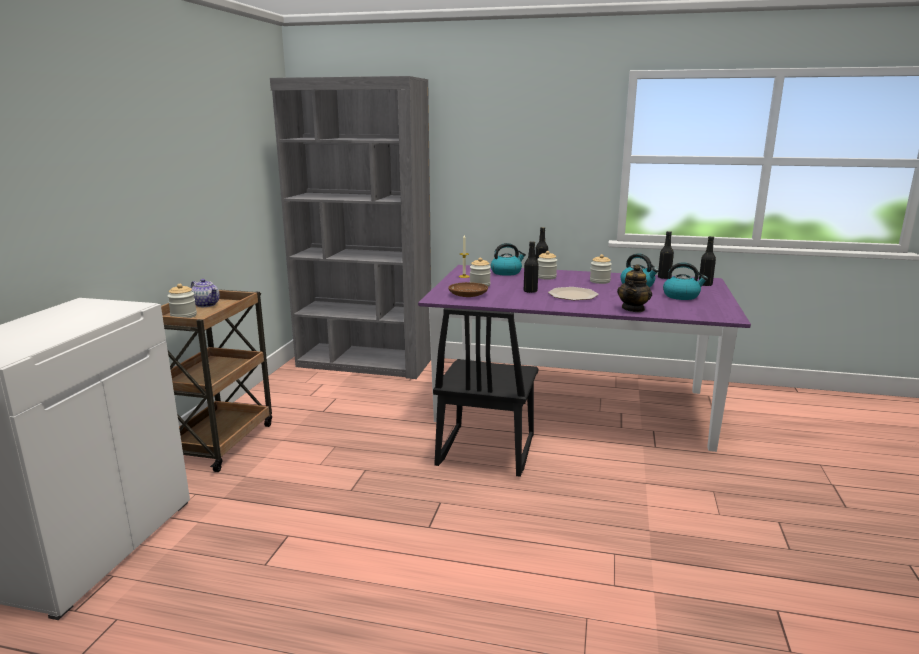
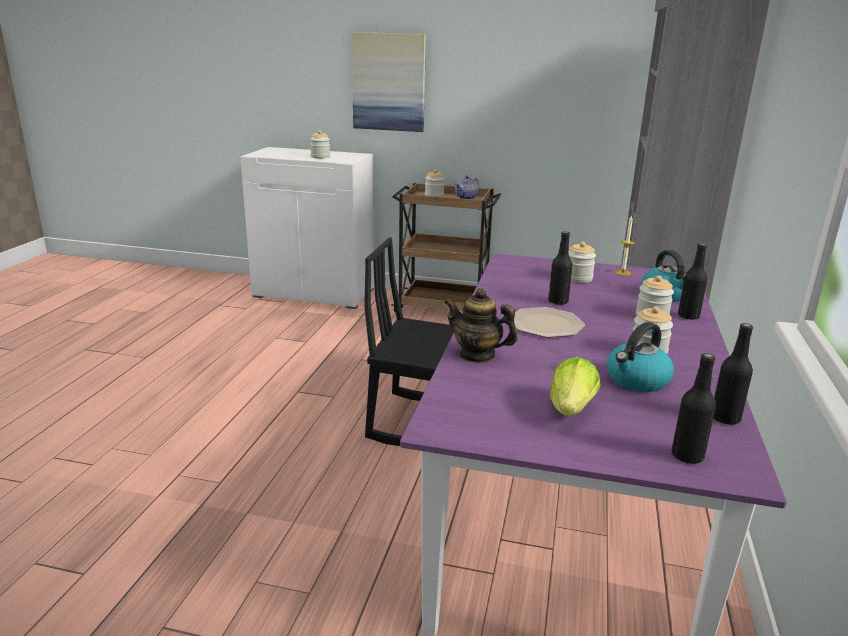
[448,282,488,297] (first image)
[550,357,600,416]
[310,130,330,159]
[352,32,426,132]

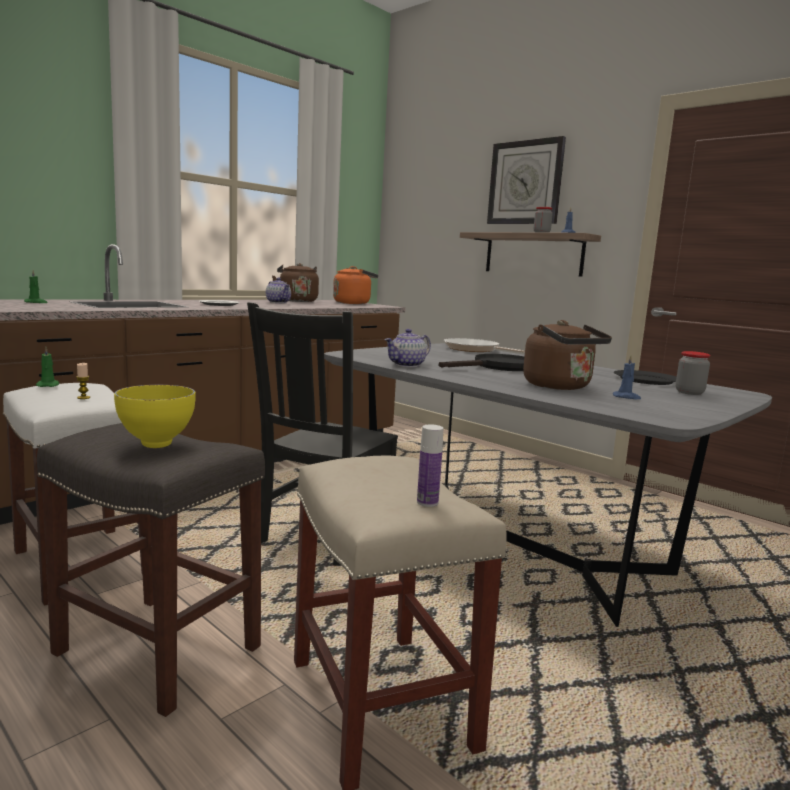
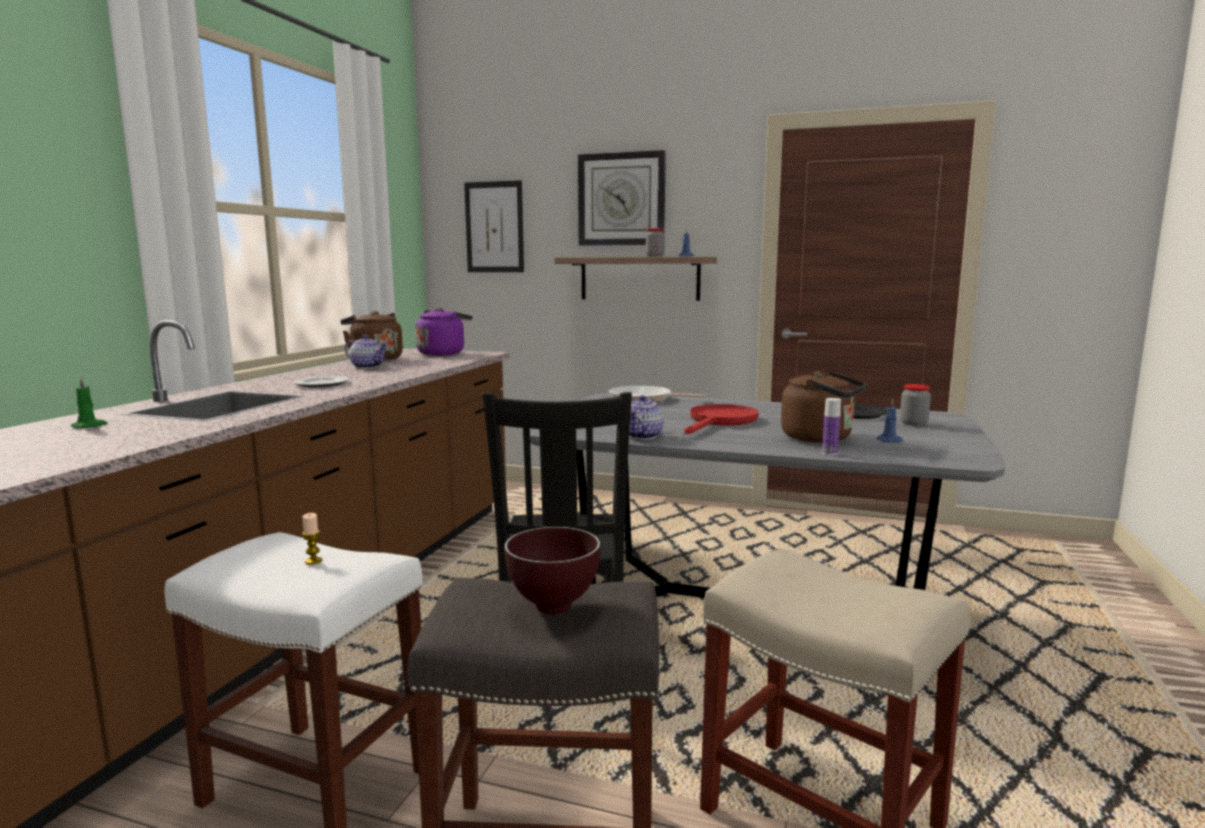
[36,347,59,387] (first image)
[504,527,600,615]
[415,308,472,356]
[822,398,841,455]
[684,404,759,434]
[464,180,524,272]

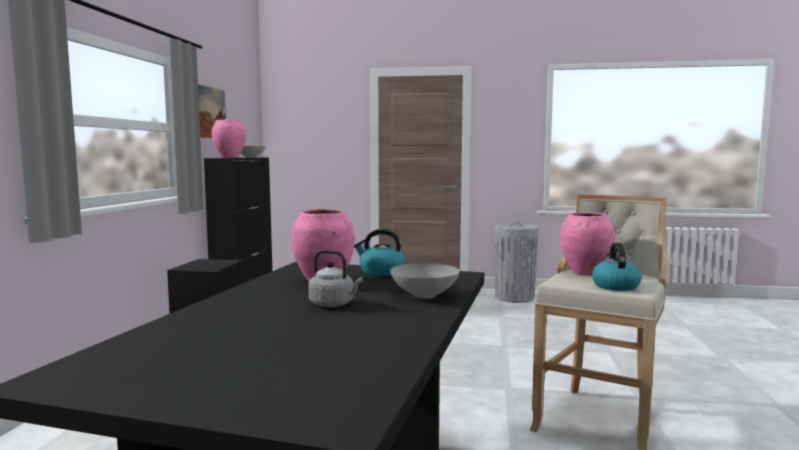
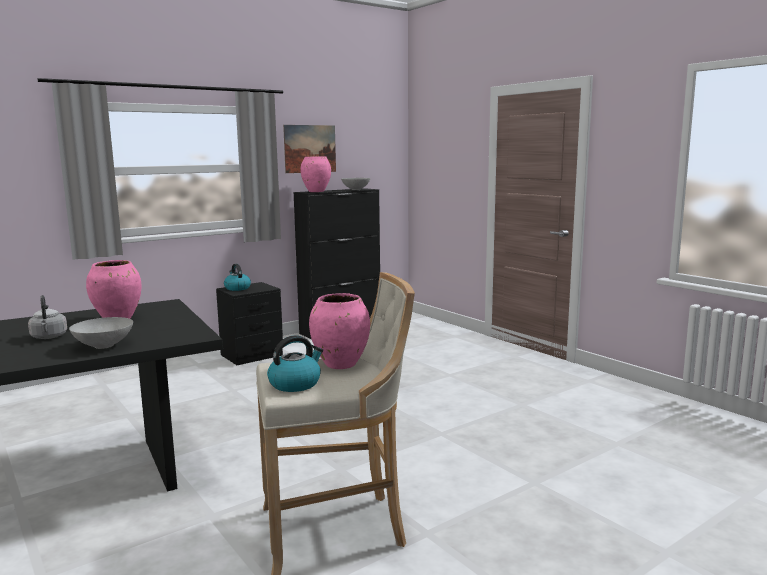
[224,264,251,291]
[494,222,539,303] (first image)

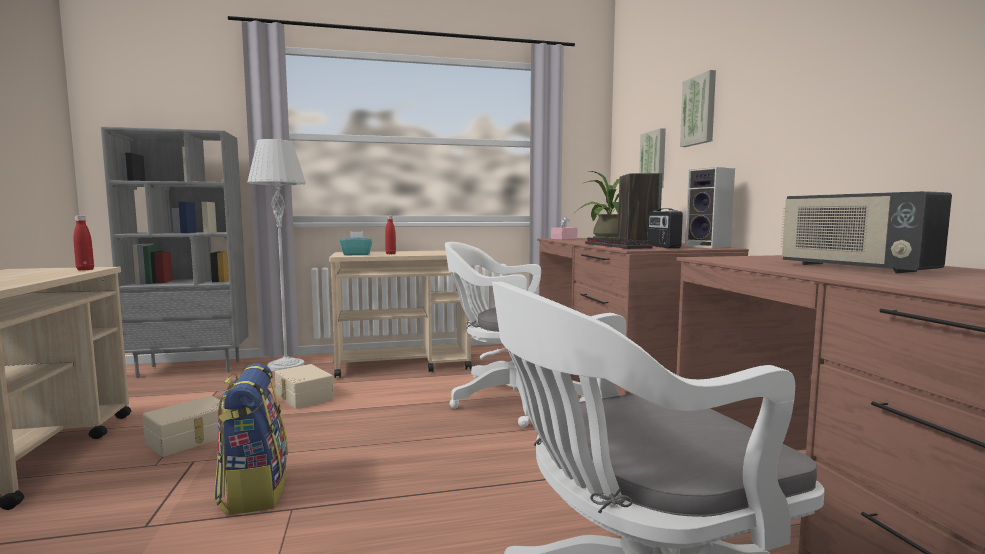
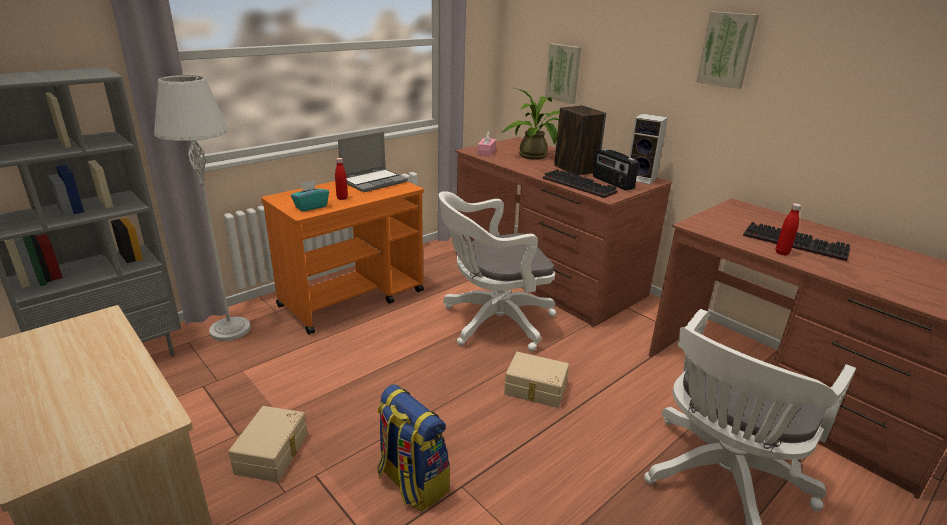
[775,203,802,255]
[504,352,569,408]
[261,181,424,335]
[696,12,759,89]
[743,222,850,261]
[338,132,408,192]

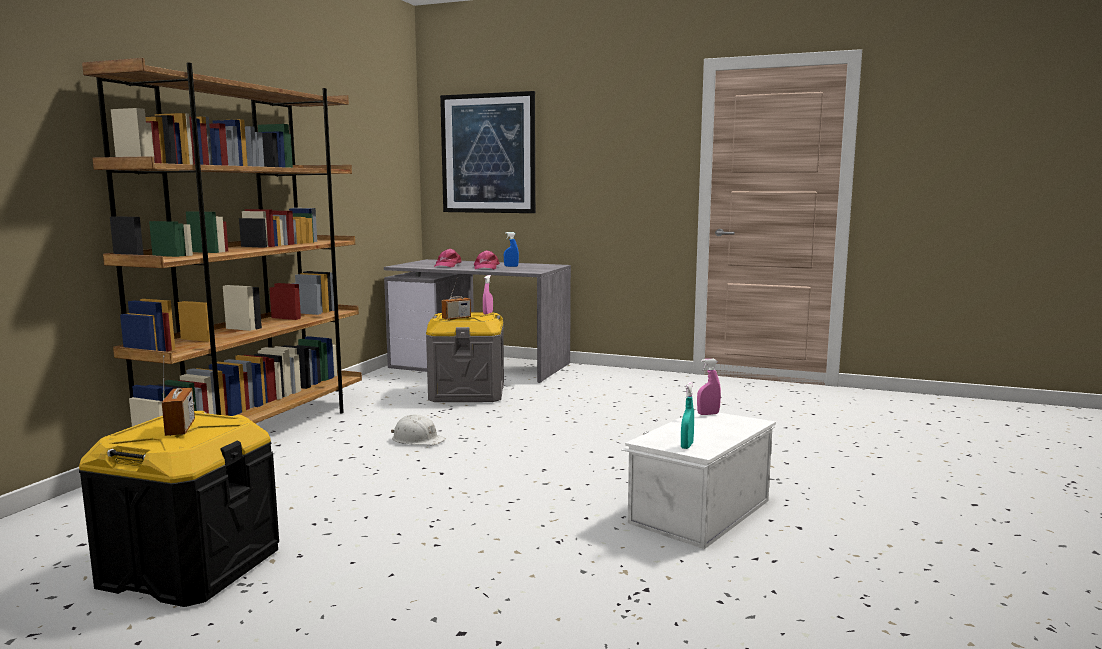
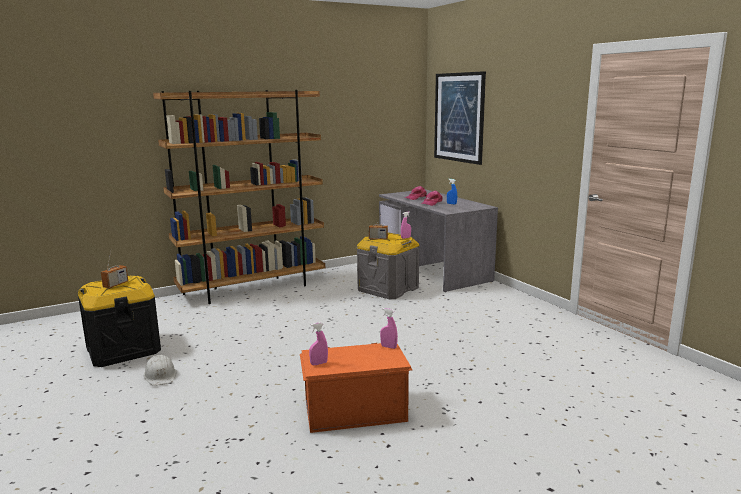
[144,355,176,386]
[300,343,412,433]
[309,322,328,365]

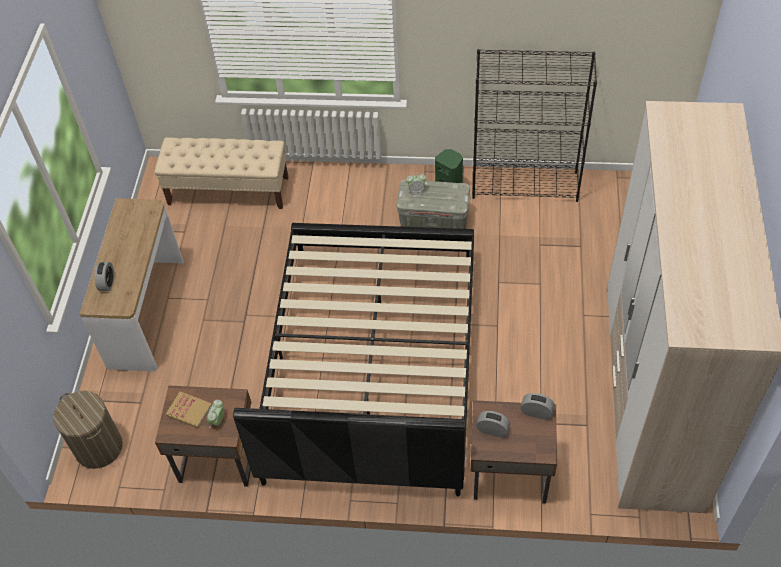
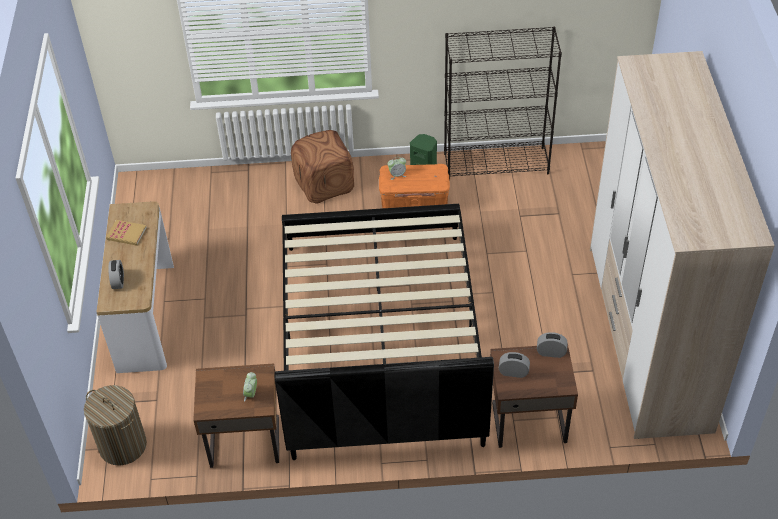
[154,137,288,209] (first image)
[106,220,147,246]
[379,164,450,208]
[291,130,354,204]

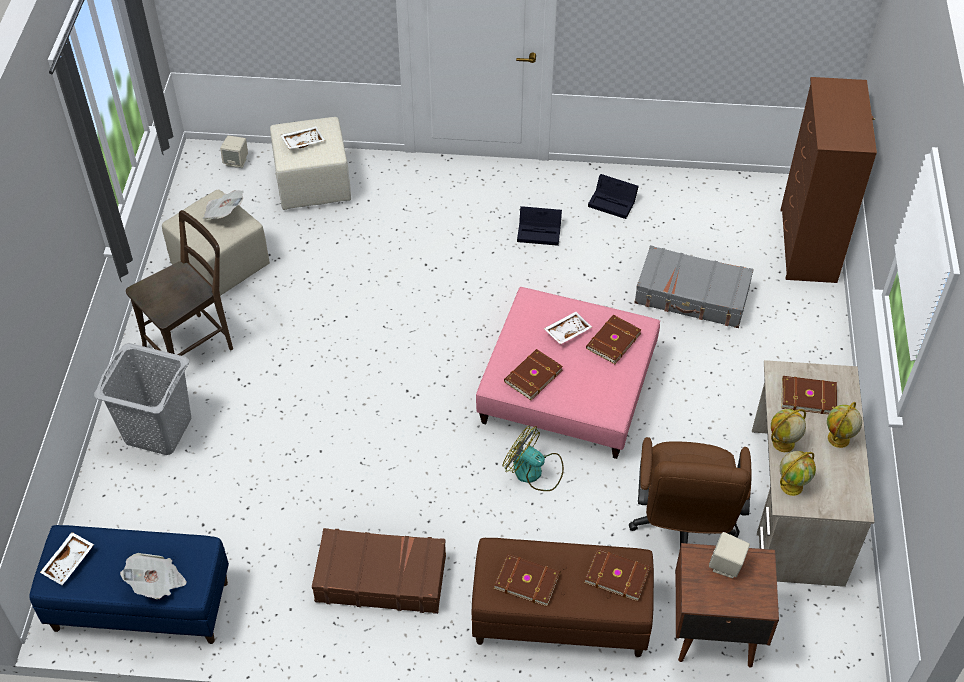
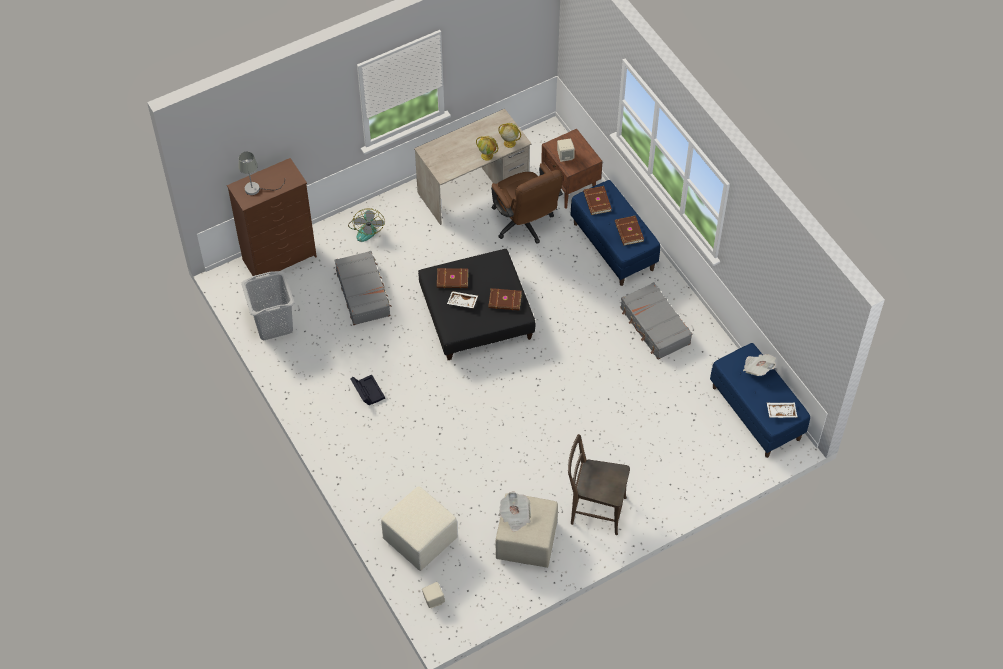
[241,271,295,340]
[280,126,325,149] (first image)
[620,282,692,359]
[571,180,660,286]
[418,249,535,360]
[348,208,385,242]
[588,174,639,219] (first image)
[491,163,563,244]
[781,376,837,414] (first image)
[827,402,862,448] (first image)
[238,151,285,195]

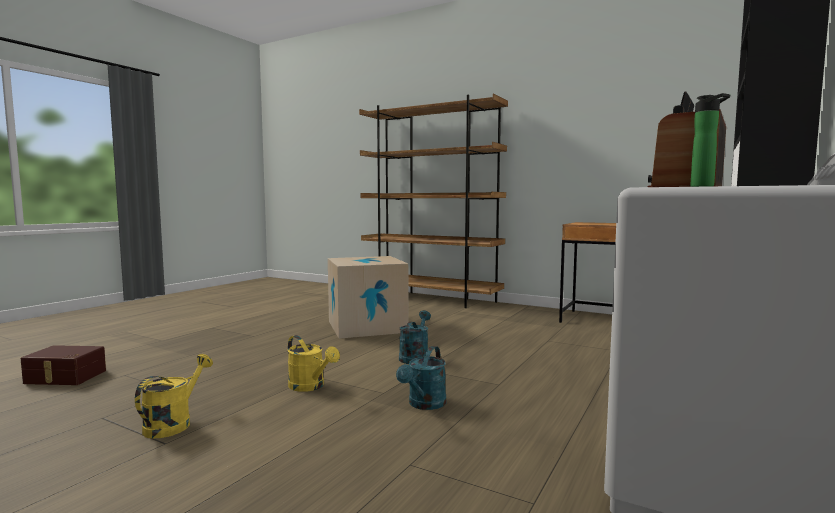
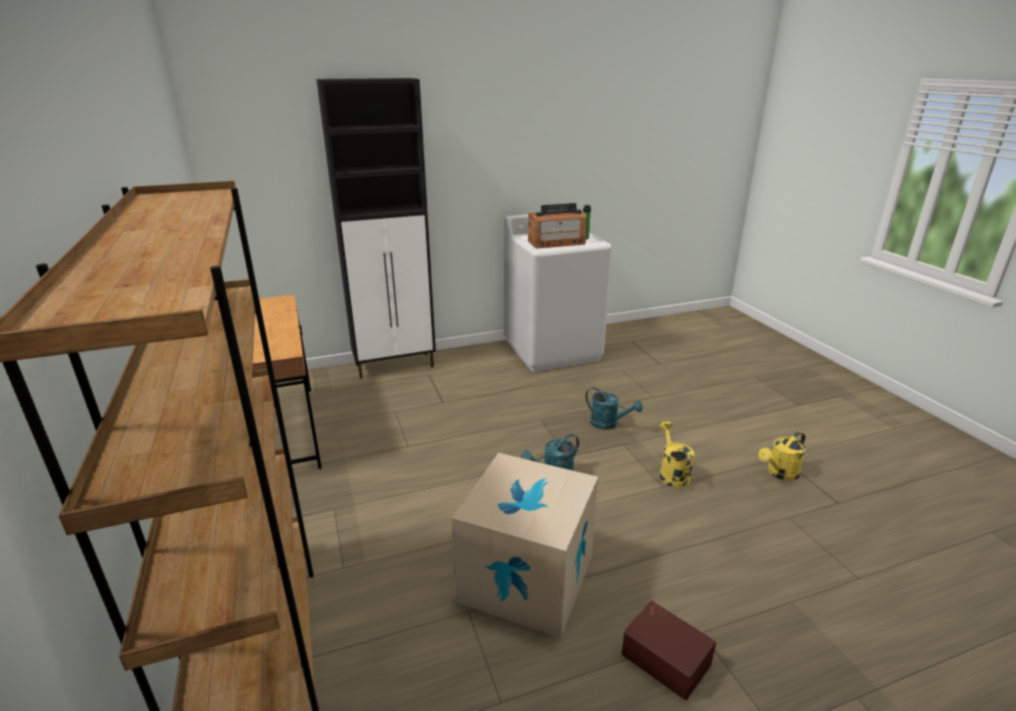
[621,601,716,700]
[585,387,643,430]

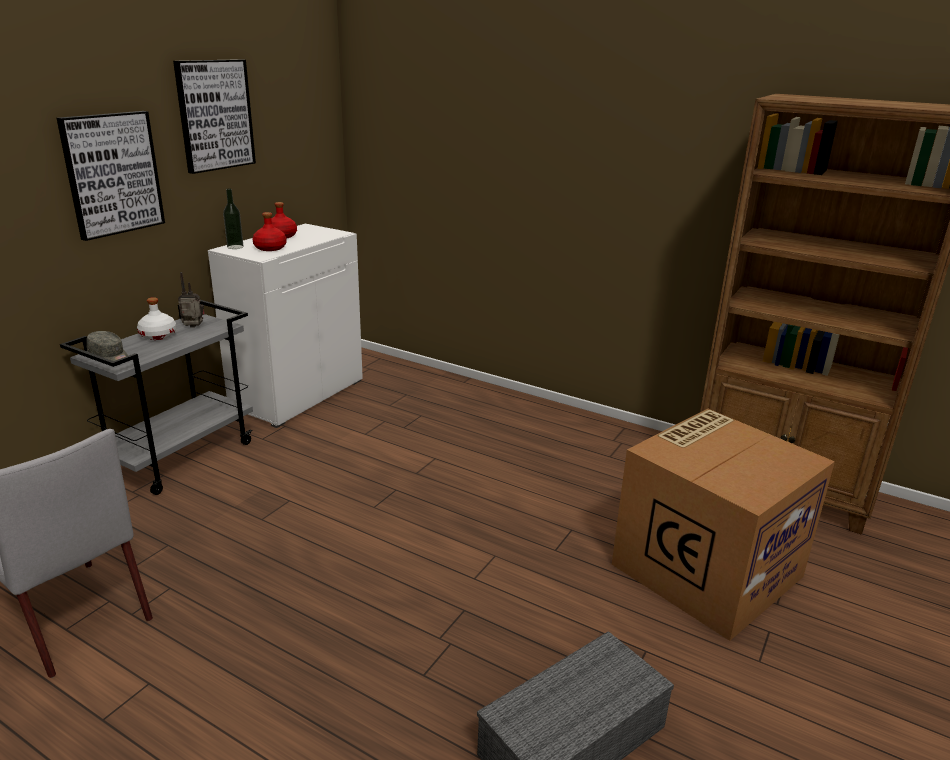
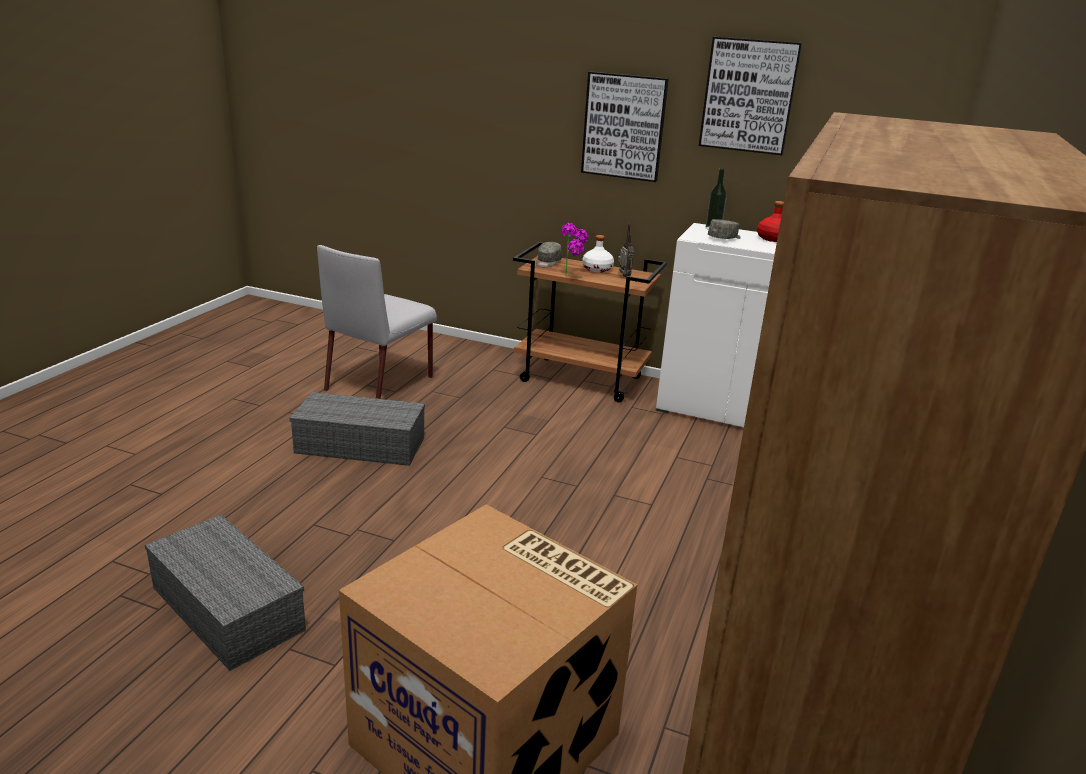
[513,242,667,402]
[708,219,741,239]
[290,392,425,466]
[561,223,588,276]

